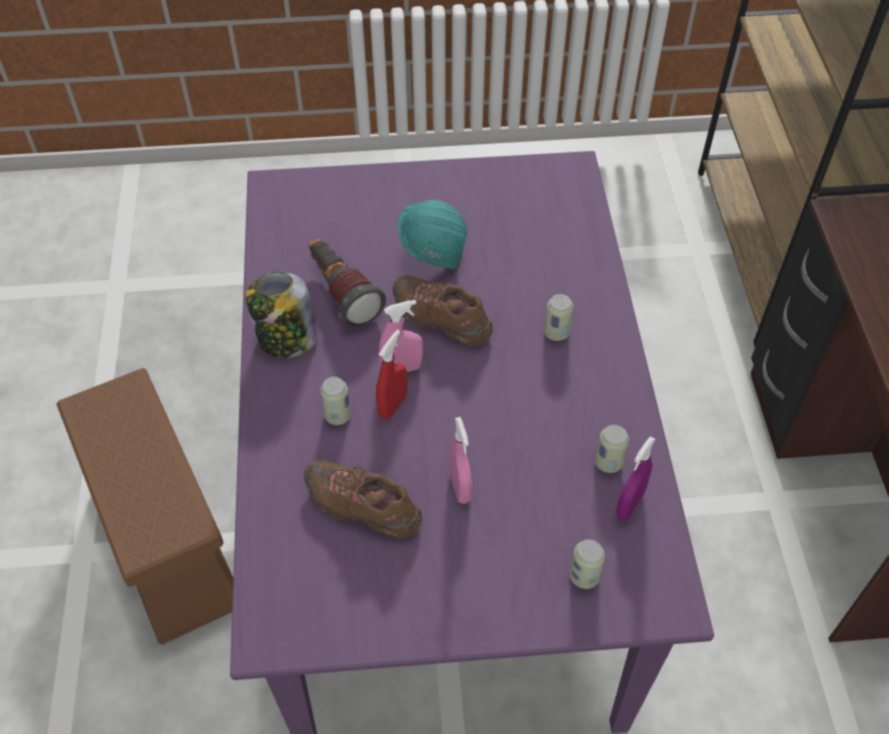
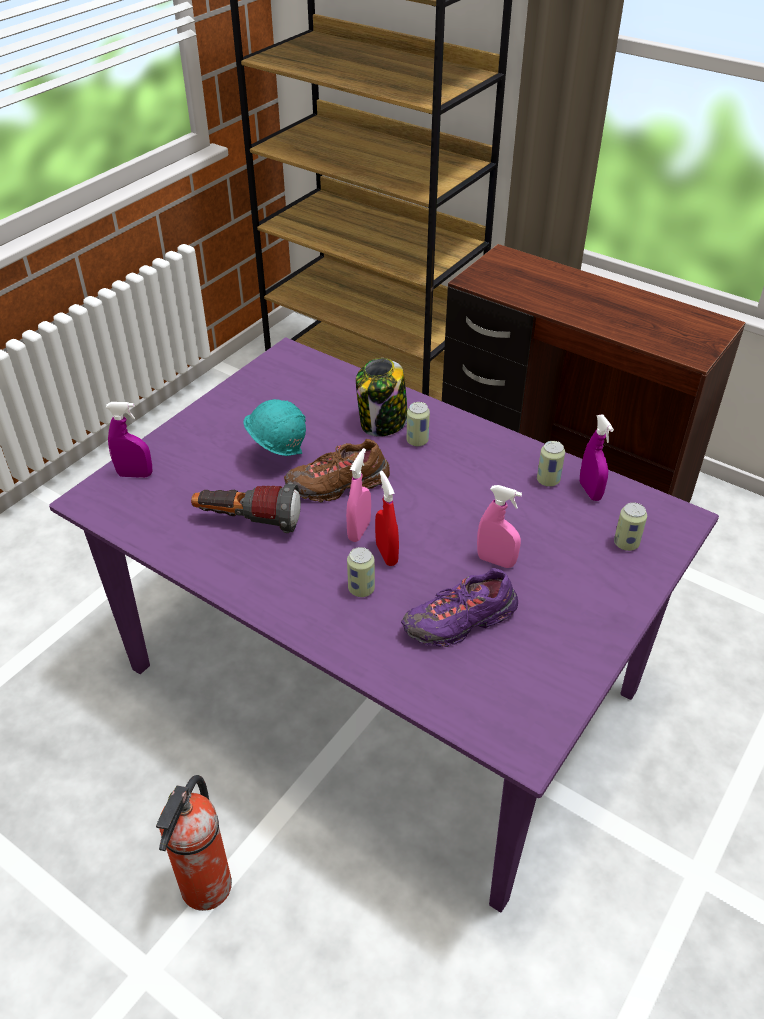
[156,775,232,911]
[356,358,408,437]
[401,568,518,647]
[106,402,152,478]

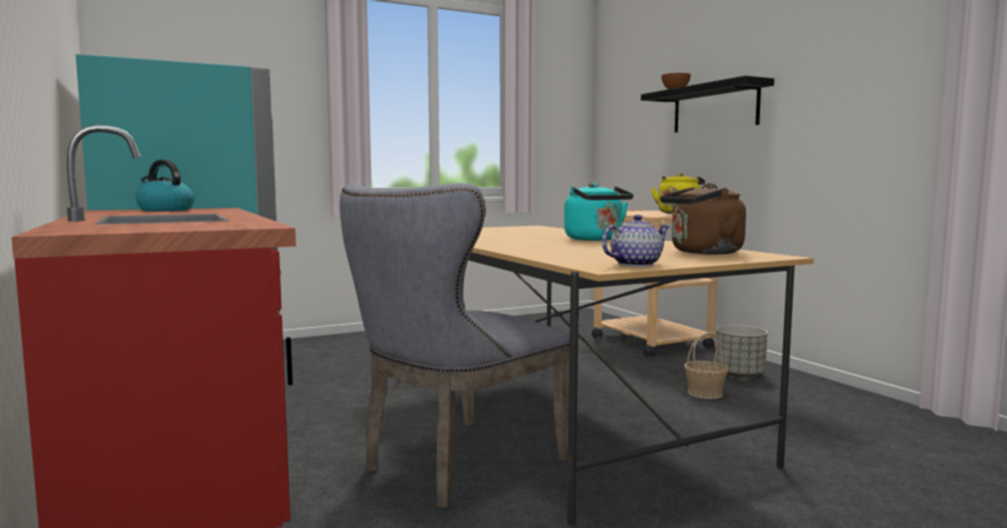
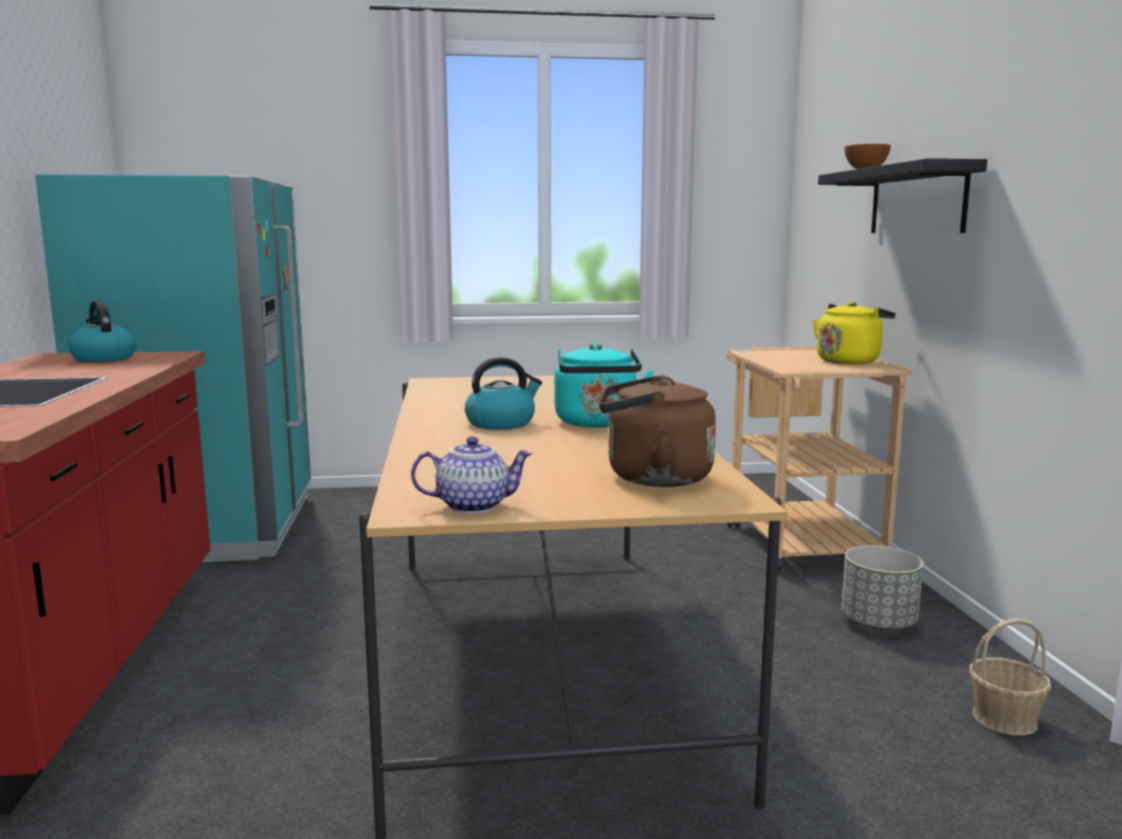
[340,183,570,508] (first image)
[969,618,1051,735]
[465,357,542,430]

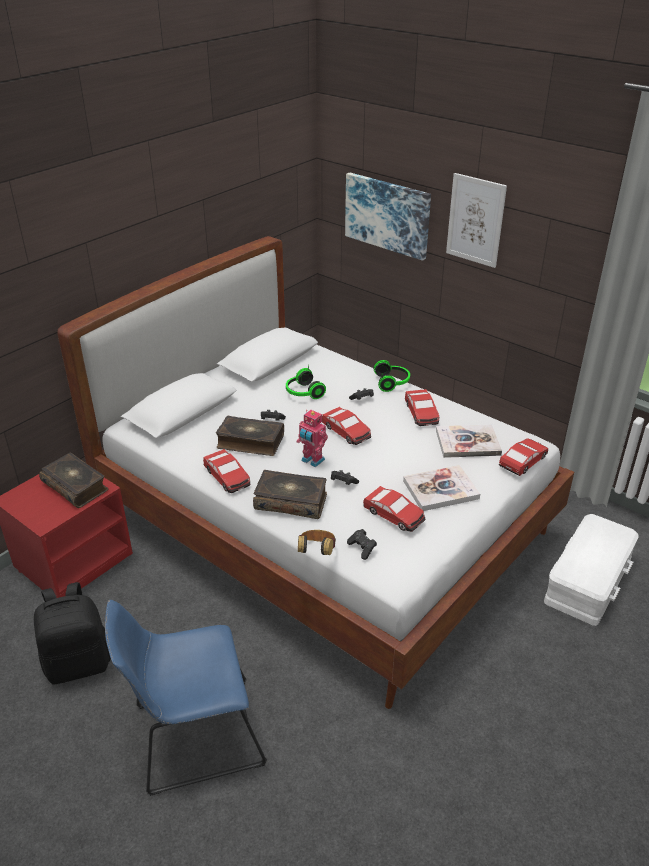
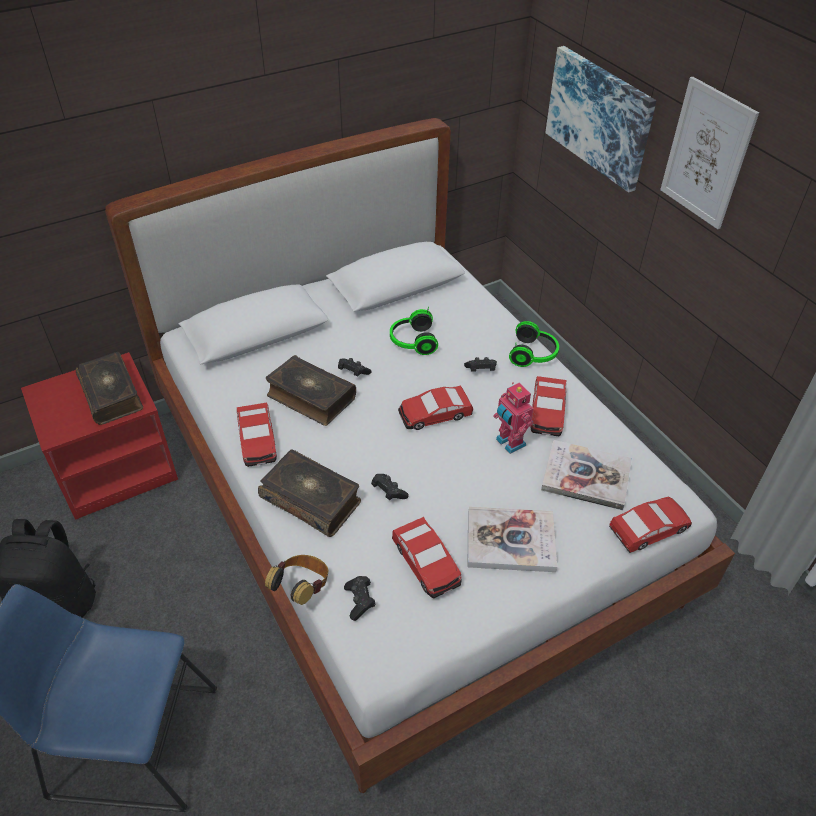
[493,382,534,454]
[398,385,473,430]
[544,514,639,626] (first image)

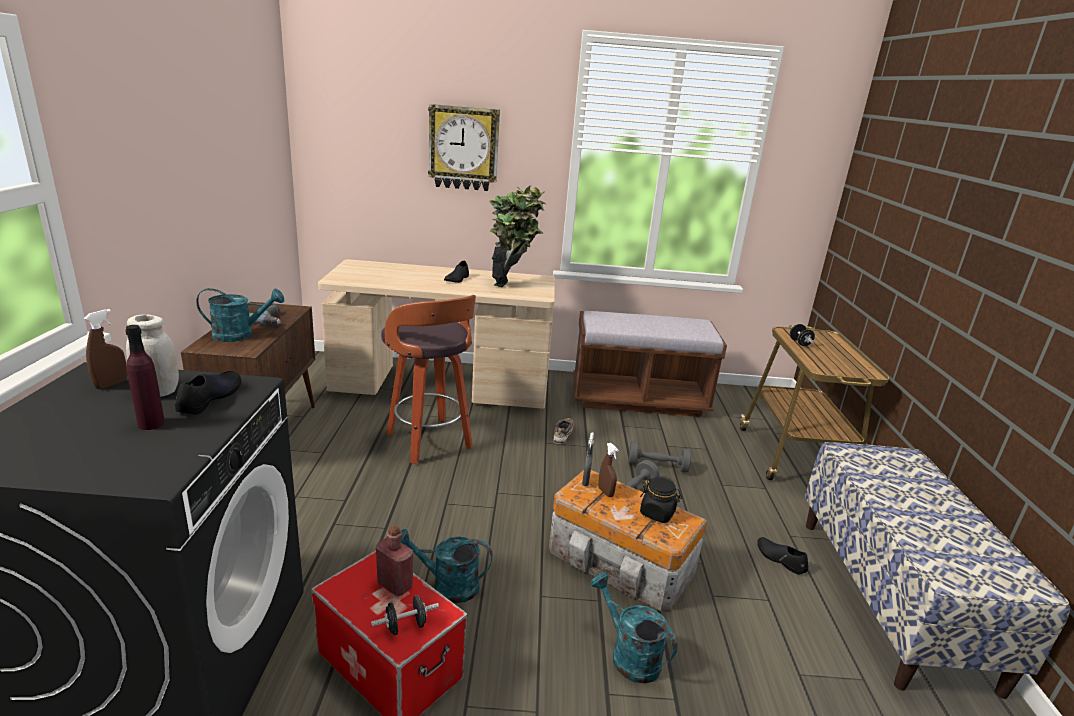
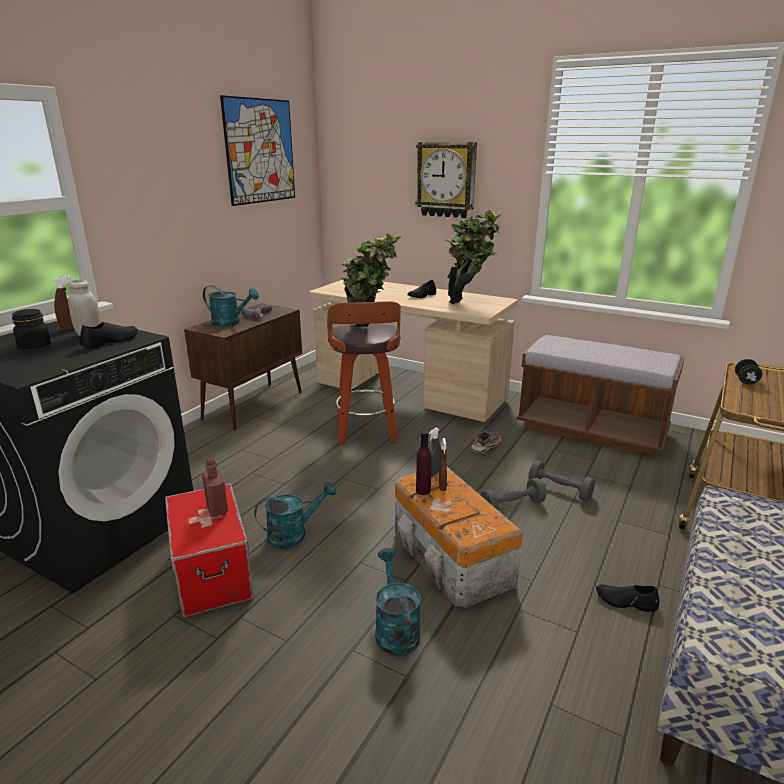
[416,431,432,495]
[371,595,439,635] (first image)
[254,482,336,548]
[12,309,51,349]
[596,584,659,612]
[220,95,295,206]
[340,234,402,327]

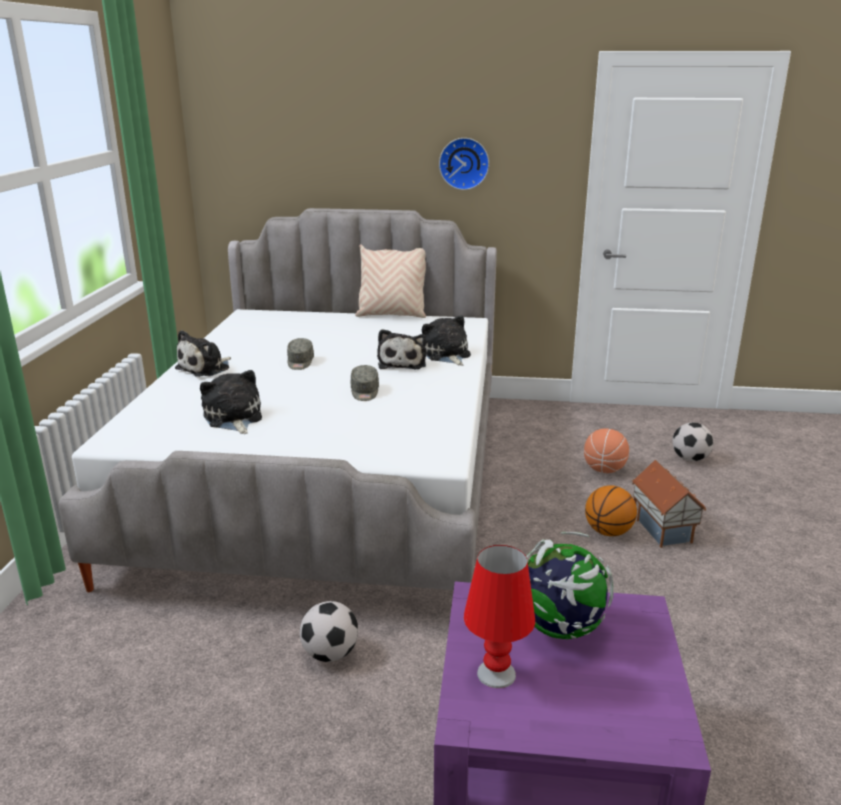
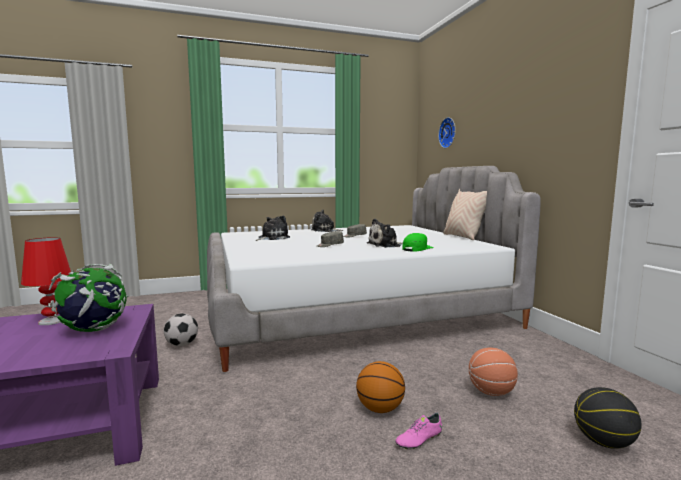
[402,233,433,251]
[438,117,456,148]
[396,413,442,449]
[574,387,641,449]

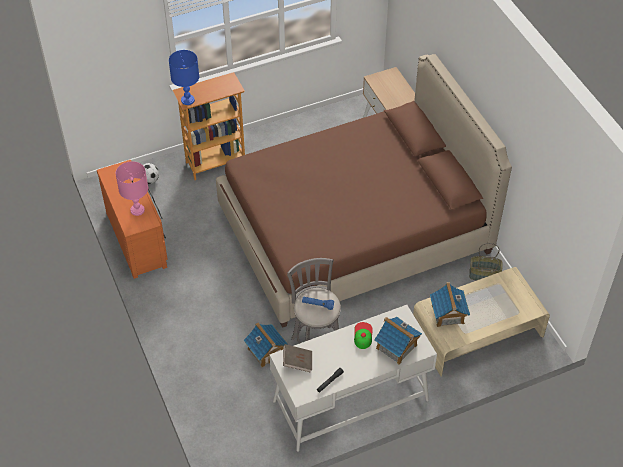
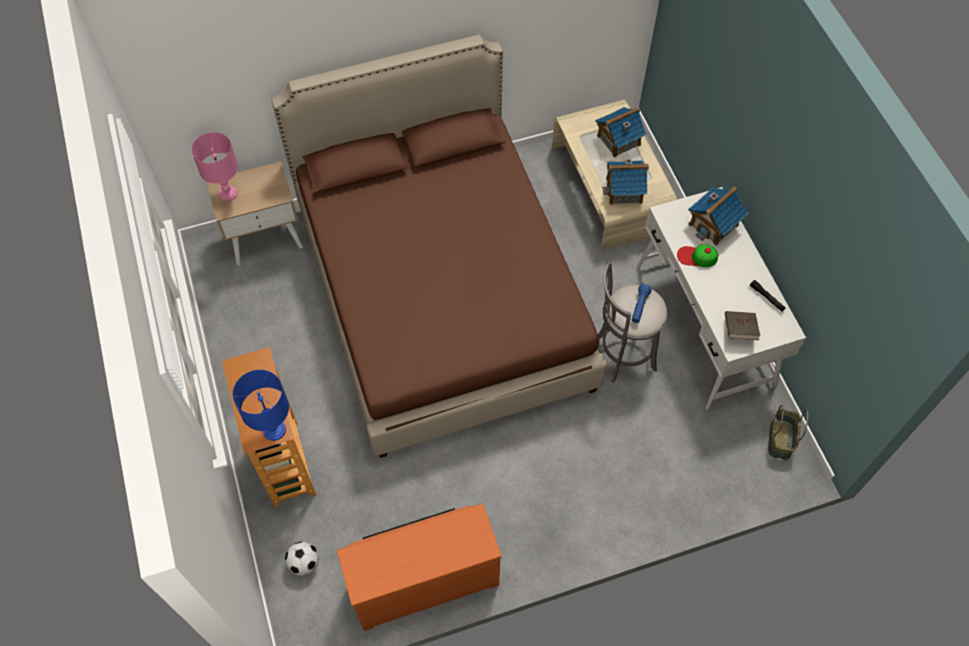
[191,132,238,201]
[595,107,647,158]
[768,405,808,460]

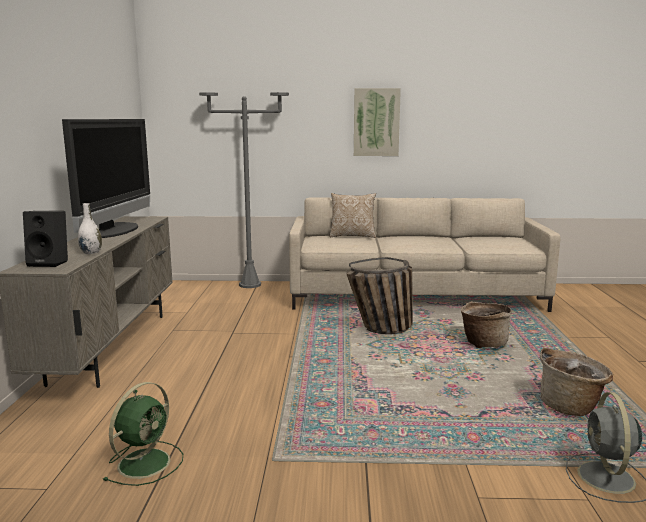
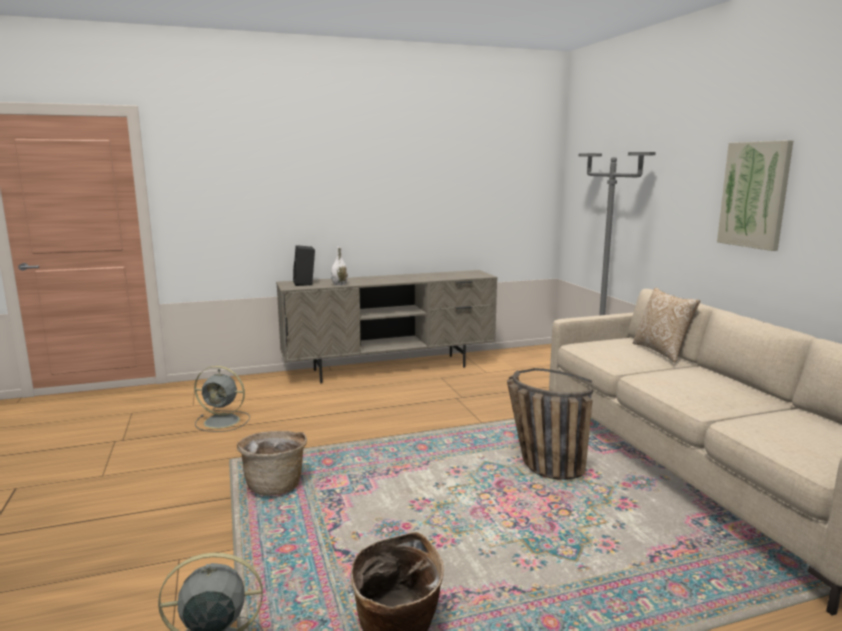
[62,119,150,238] (first image)
[194,366,250,432]
[237,431,307,496]

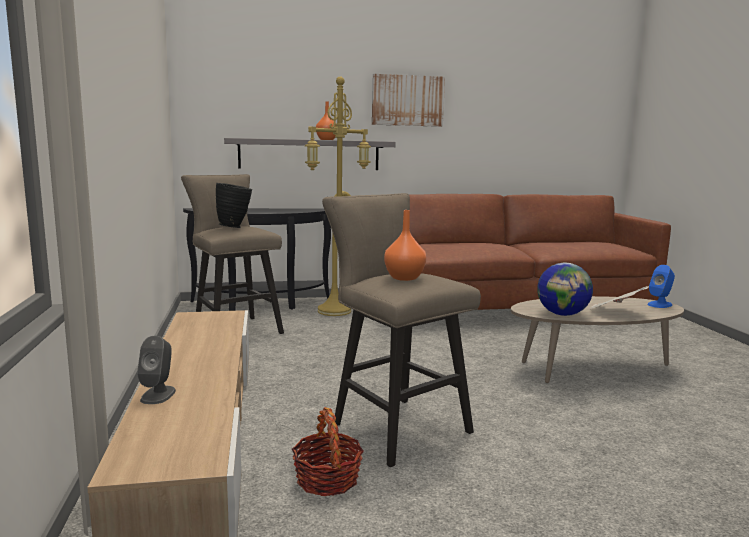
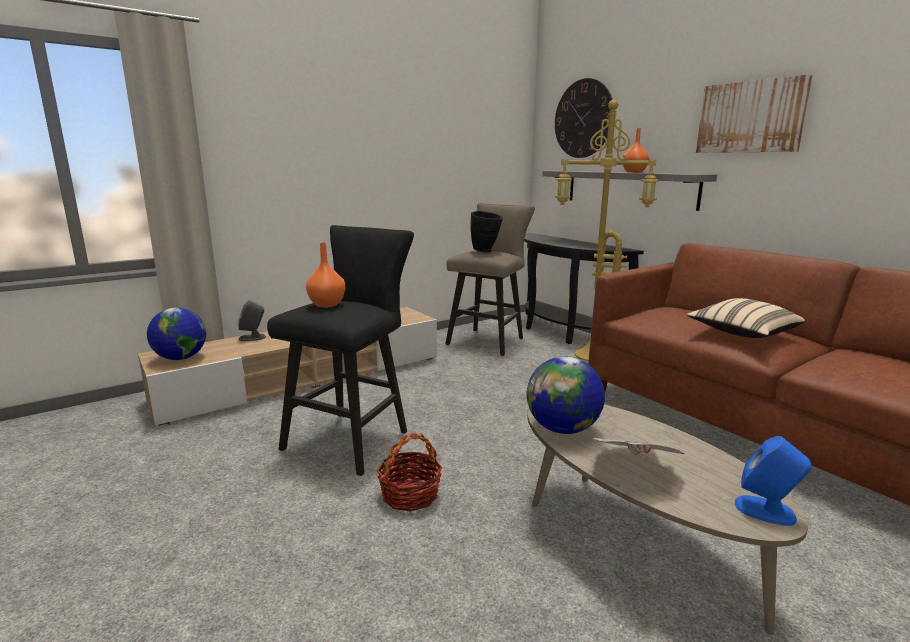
[377,433,443,511]
[267,225,414,476]
[147,308,206,360]
[555,78,612,158]
[687,298,805,338]

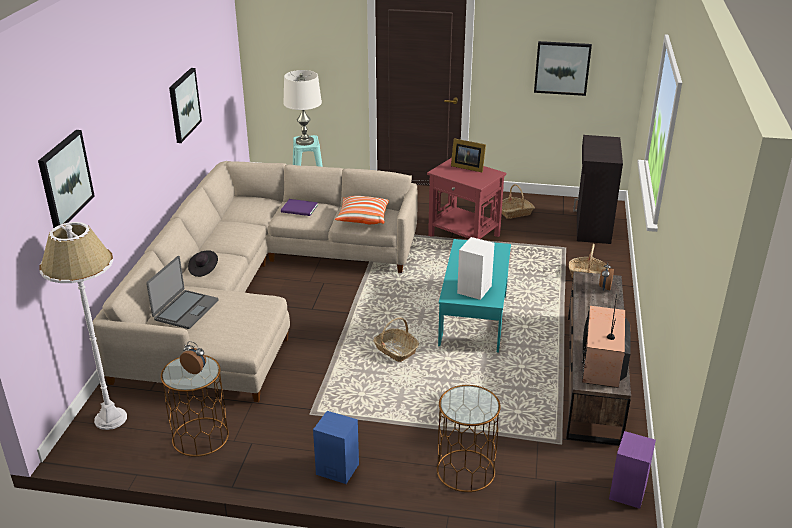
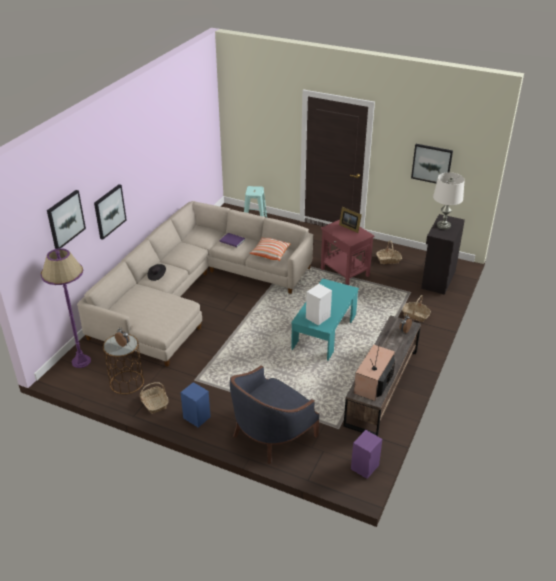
[41,248,91,368]
[146,256,219,329] (first image)
[94,184,127,240]
[433,172,465,230]
[140,382,169,414]
[230,365,319,464]

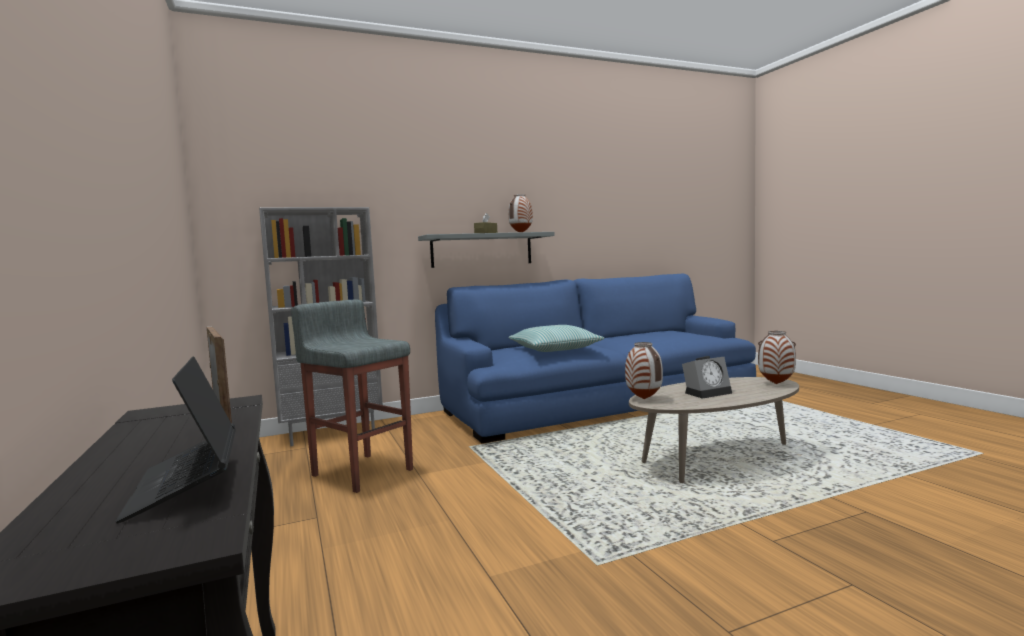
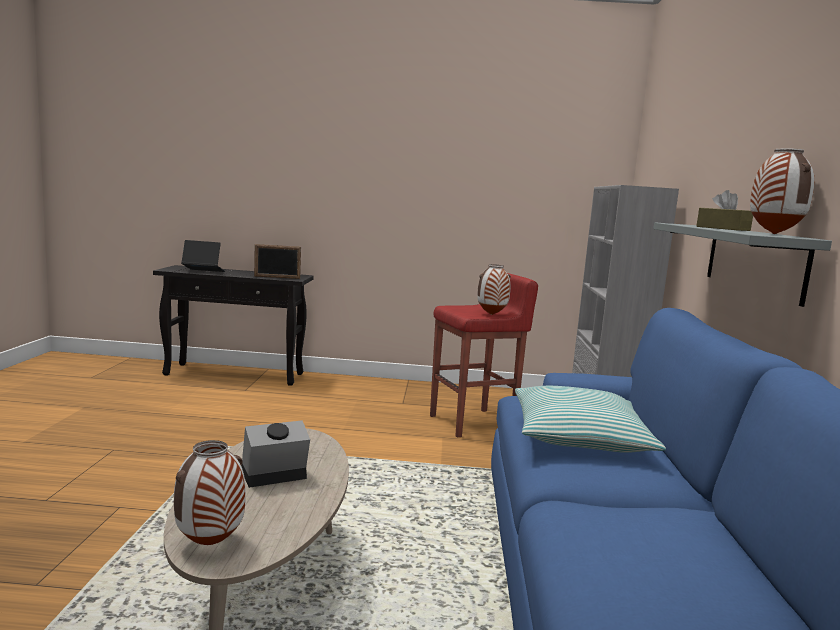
[430,273,538,438]
[477,264,511,315]
[242,420,310,488]

